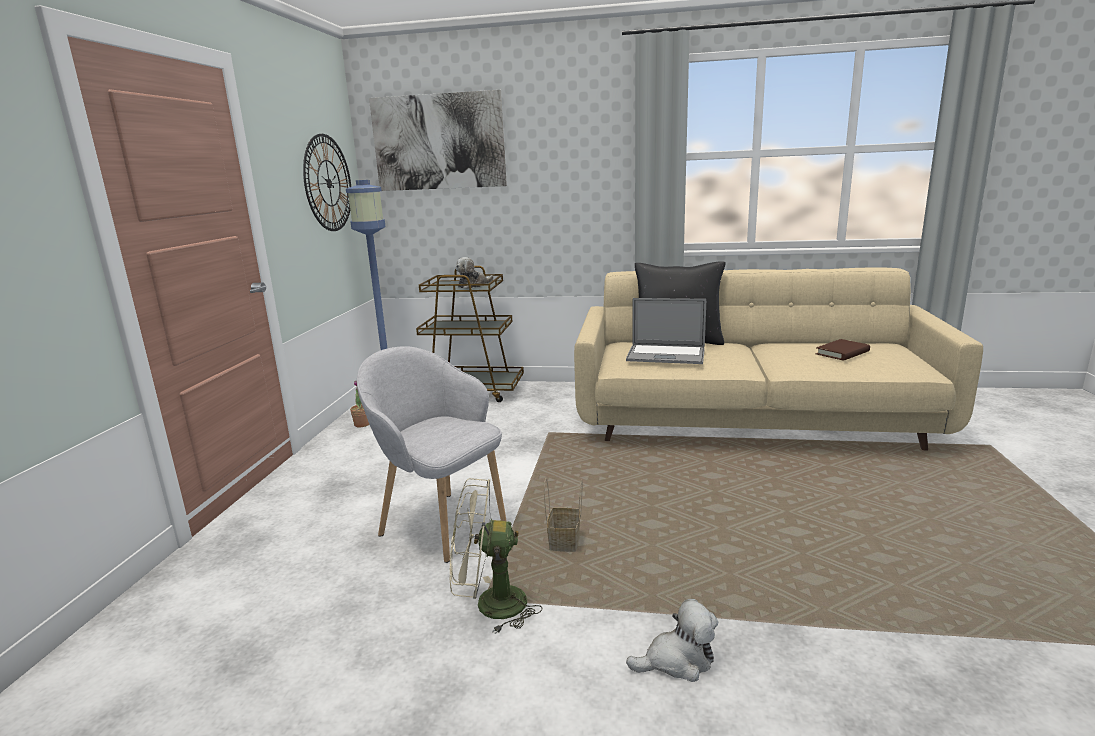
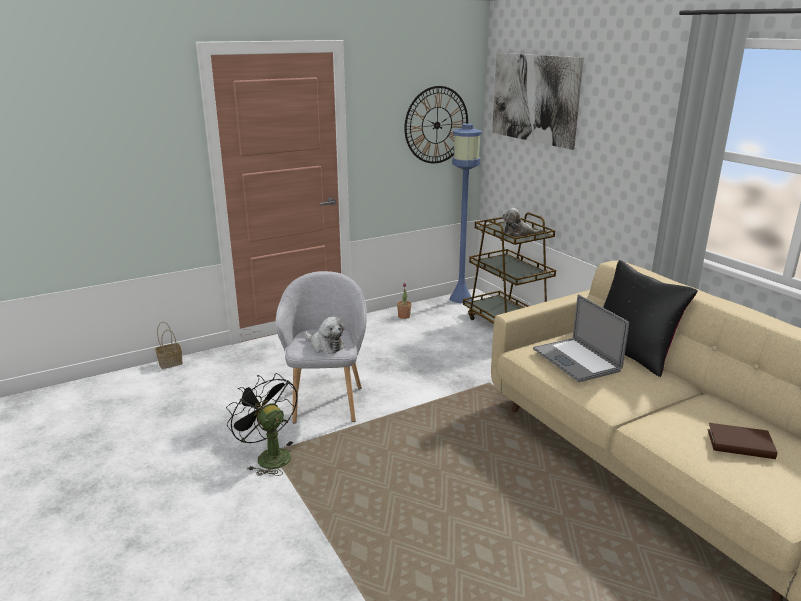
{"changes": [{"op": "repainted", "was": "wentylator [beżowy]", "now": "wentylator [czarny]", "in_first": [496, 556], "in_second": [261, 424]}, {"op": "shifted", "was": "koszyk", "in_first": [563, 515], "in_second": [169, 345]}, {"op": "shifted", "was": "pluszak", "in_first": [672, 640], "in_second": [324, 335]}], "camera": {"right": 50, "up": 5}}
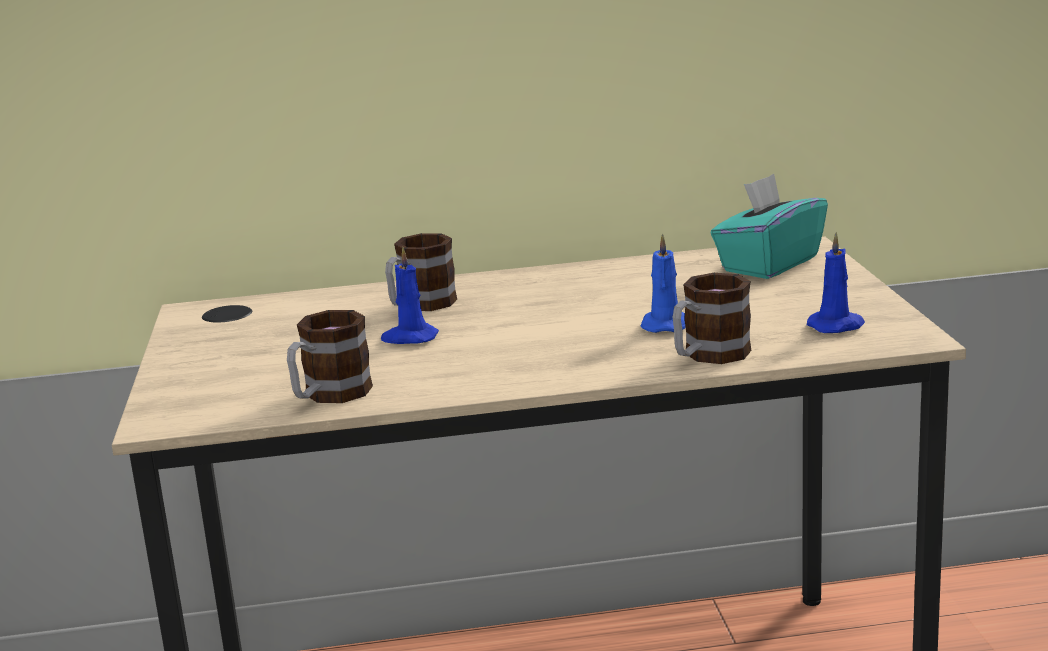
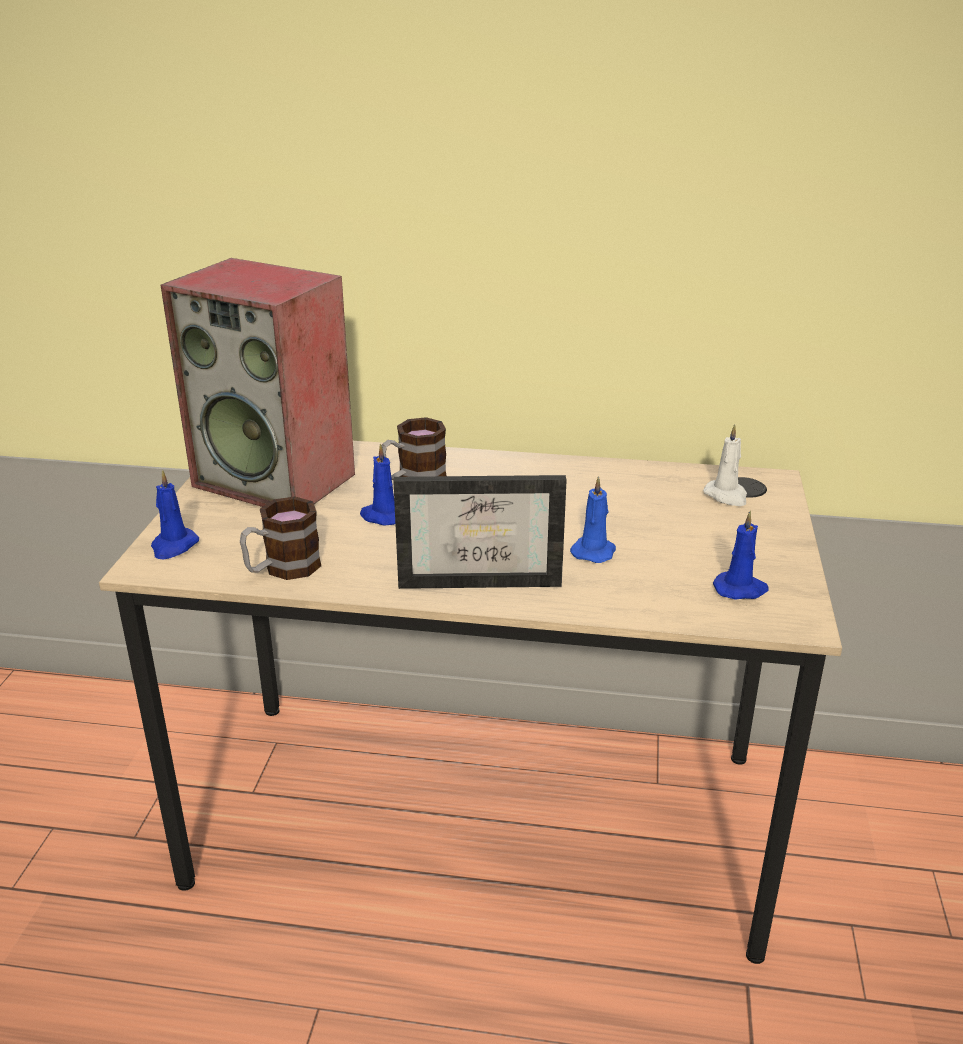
{"changes": [{"op": "gone", "was": "kubek", "in_first": [712, 318]}, {"op": "swapped", "was": "pudełko chusteczek [turkusowy]", "now": "świeca [biały]", "in_first": [769, 226], "in_second": [725, 465]}, {"op": "new", "now": "świeca [niebieski]", "in_second": [175, 514]}, {"op": "new", "now": "głośnik", "in_second": [258, 382]}, {"op": "new", "now": "ramka na zdjęcie", "in_second": [480, 532]}], "camera": {"right": 15, "up": 10}}
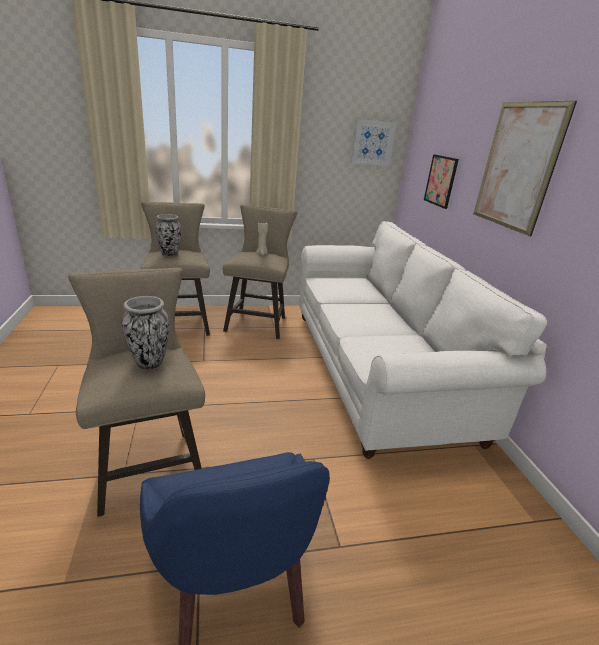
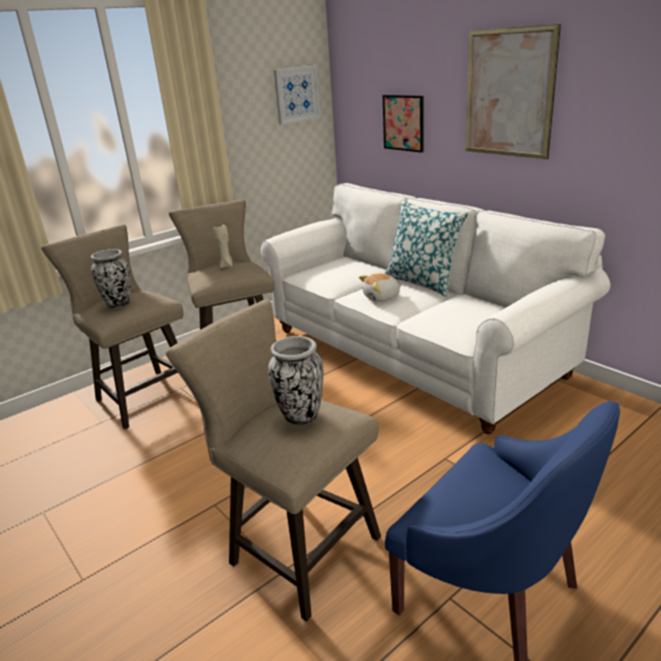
{"changes": [{"op": "new", "now": "pluszak", "in_second": [380, 287]}, {"op": "new", "now": "poduszka", "in_second": [426, 248]}], "camera": {"right": -25, "up": 0}}
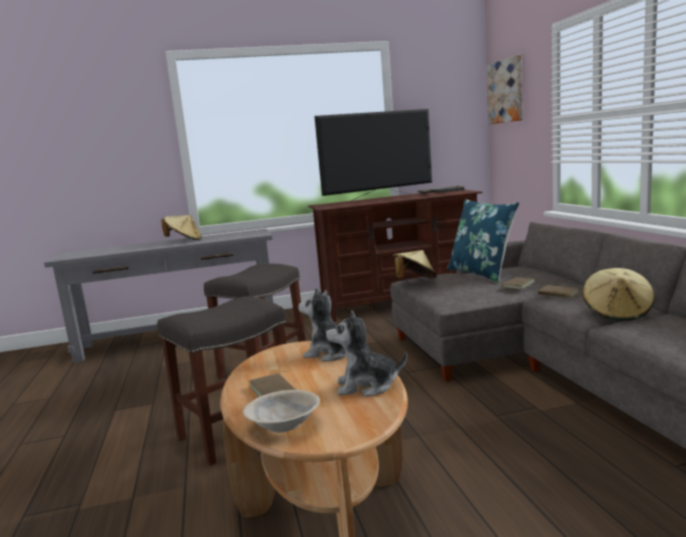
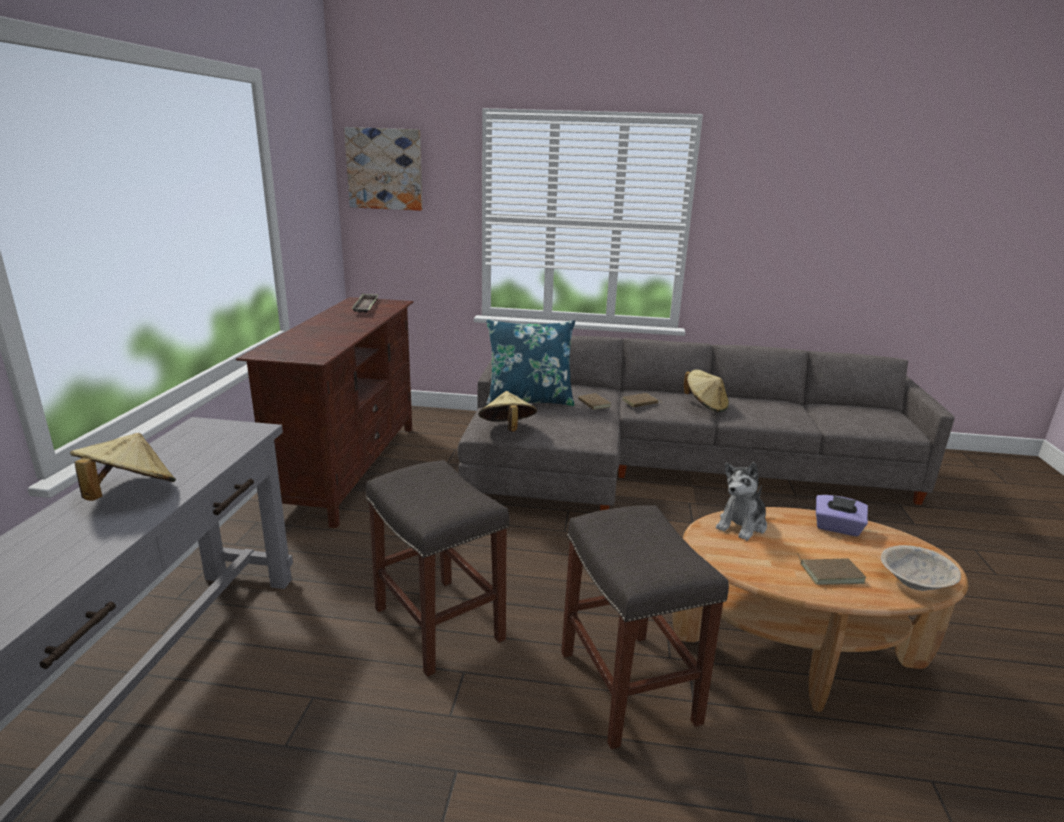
{"changes": [{"op": "gone", "was": "telewizor", "in_first": [373, 156]}, {"op": "swapped", "was": "pluszak", "now": "pudełko chusteczek [fioletowy]", "in_first": [366, 353], "in_second": [842, 515]}], "camera": {"right": -70, "up": 10}}
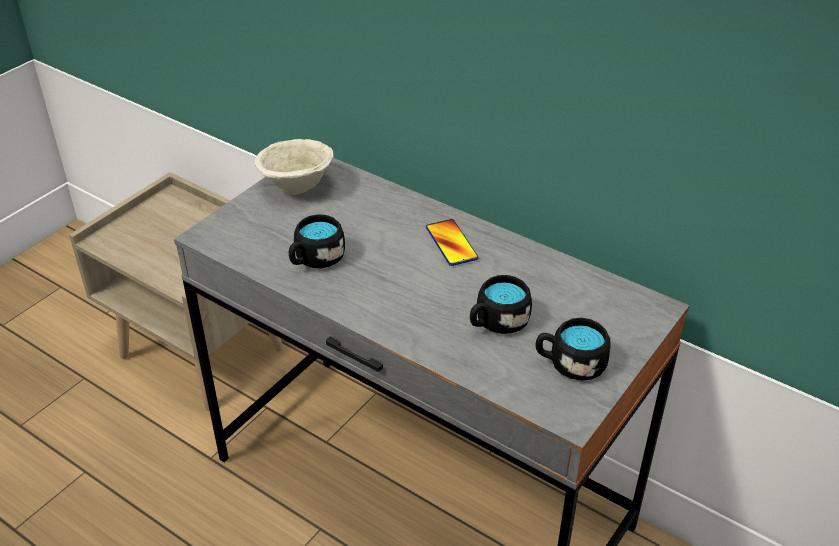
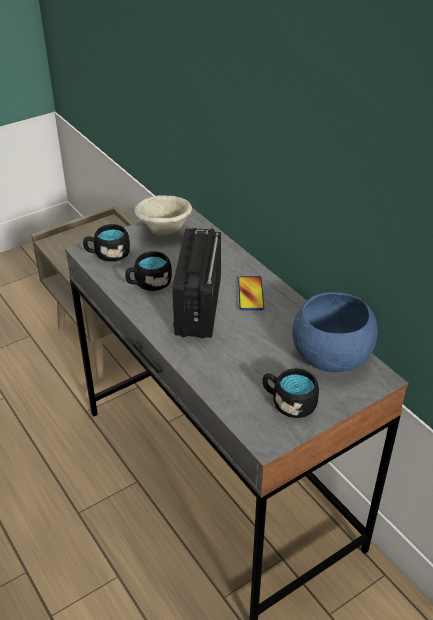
{"changes": [{"op": "shifted", "was": "kubek [czarny]", "in_first": [501, 304], "in_second": [106, 243]}, {"op": "new", "now": "radio", "in_second": [196, 283]}, {"op": "new", "now": "miska [niebieski]", "in_second": [335, 332]}], "camera": {"right": 20, "up": 0}}
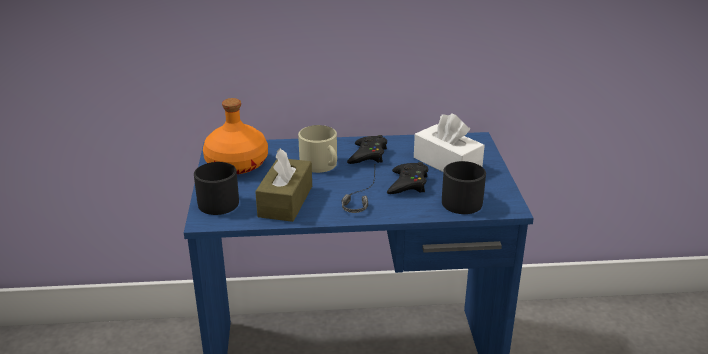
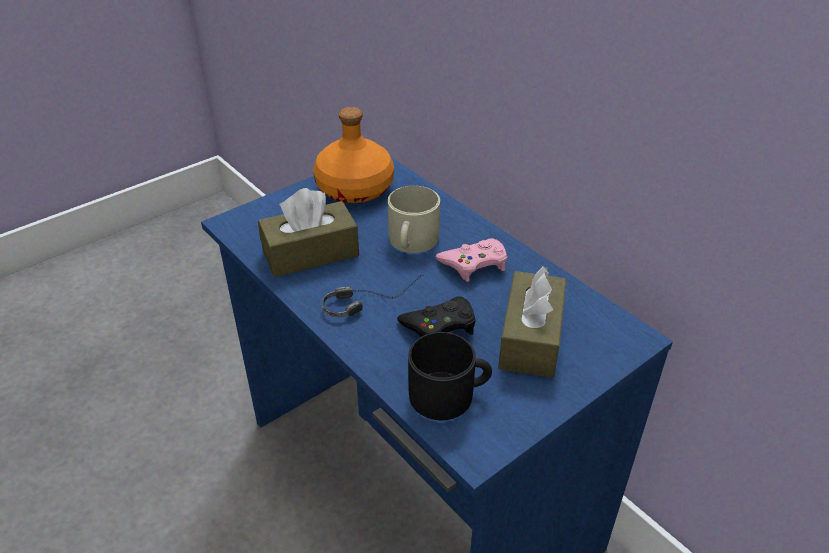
{"changes": [{"op": "gone", "was": "kubek [czarny]", "in_first": [216, 188]}, {"op": "repainted", "was": "pad do gier [czarny]", "now": "pad do gier [różowy]", "in_first": [367, 149], "in_second": [471, 260]}, {"op": "repainted", "was": "pudełko chusteczek [biały]", "now": "pudełko chusteczek [brązowy]", "in_first": [449, 142], "in_second": [532, 322]}], "camera": {"right": 55, "up": 10}}
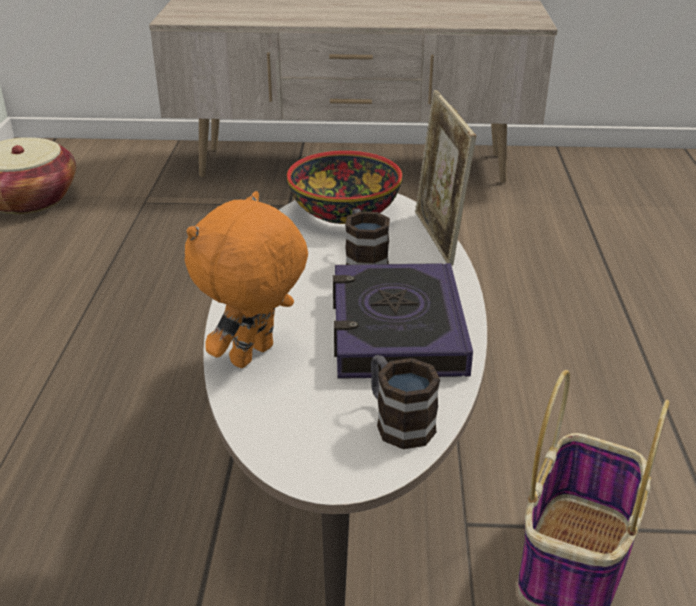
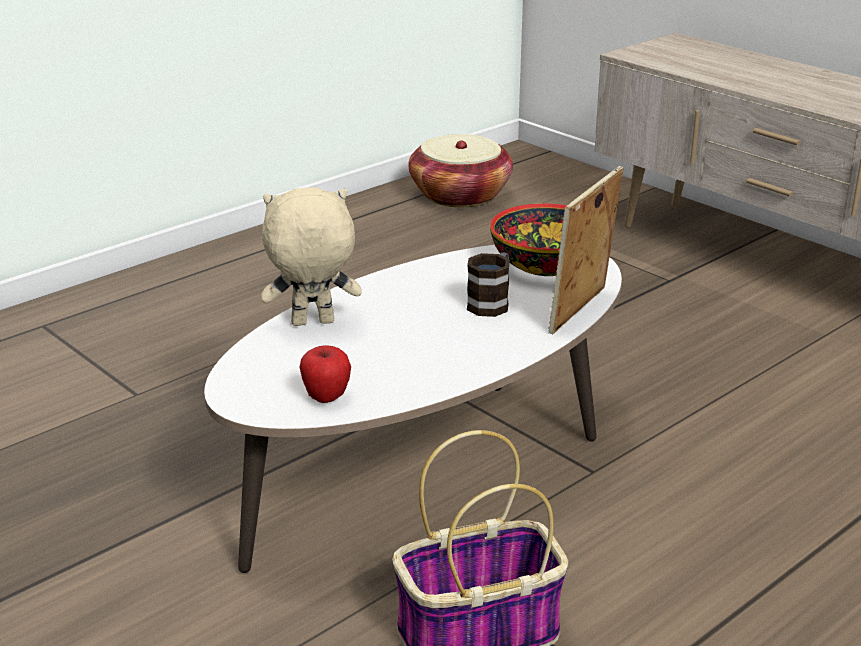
{"changes": [{"op": "repainted", "was": "pluszak [pomarańczowy]", "now": "pluszak [beżowy]", "in_first": [246, 279], "in_second": [311, 256]}, {"op": "gone", "was": "książka", "in_first": [403, 321]}, {"op": "swapped", "was": "kubek", "now": "jabłko", "in_first": [405, 402], "in_second": [325, 374]}], "camera": {"right": 45, "up": -5}}
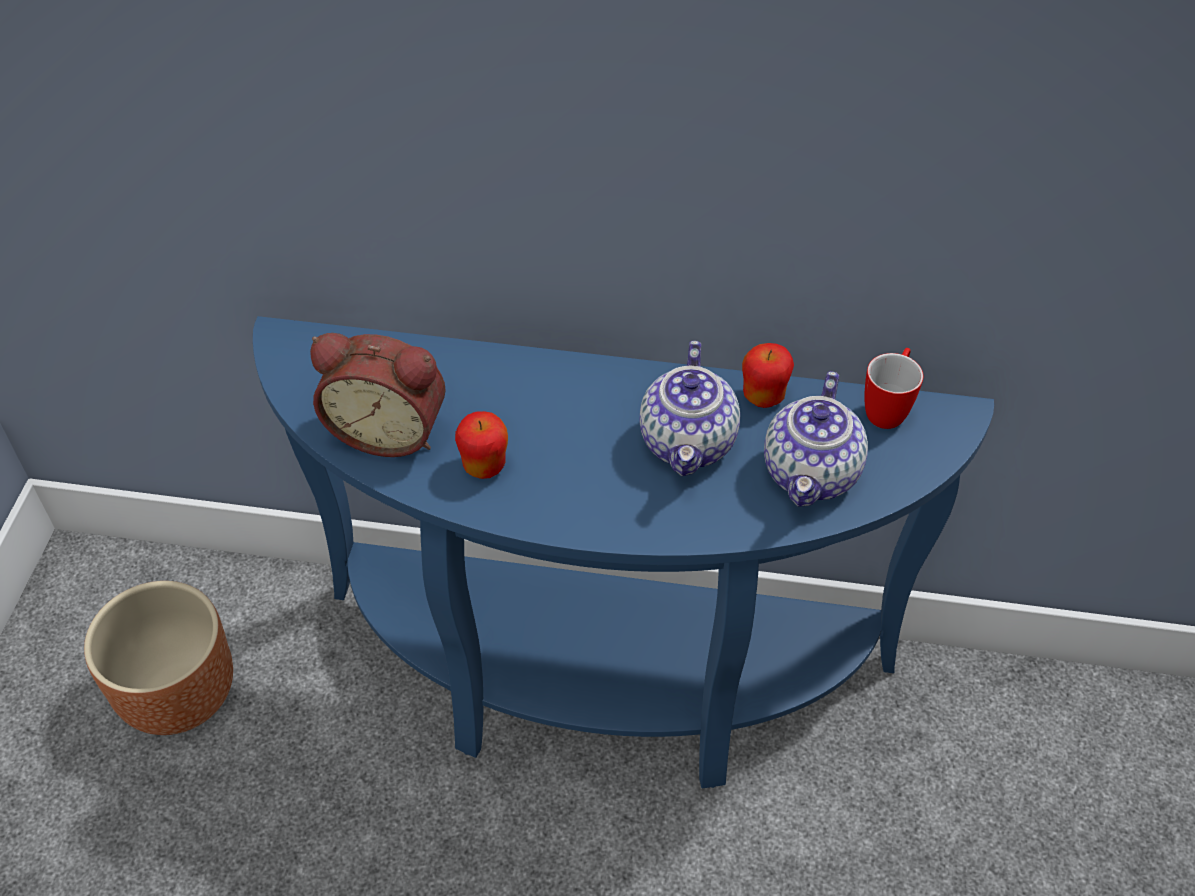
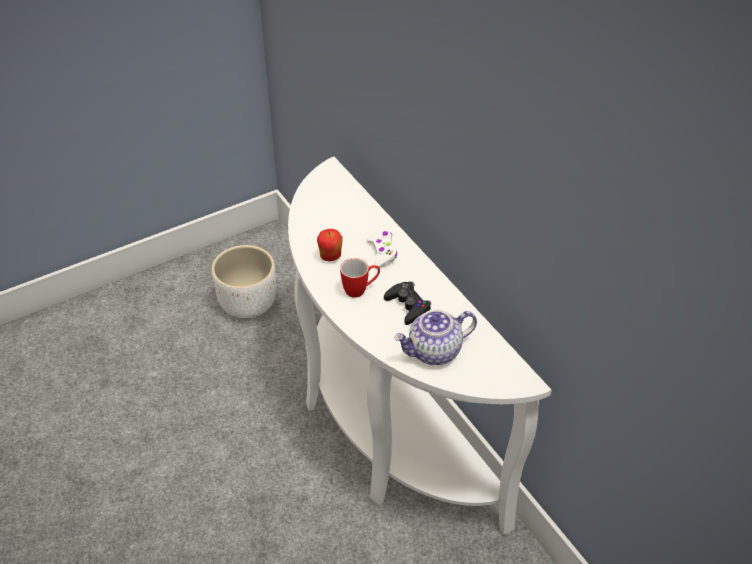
{"changes": [{"op": "repainted", "was": "donica [brązowy]", "now": "donica [biały]", "in_first": [158, 658], "in_second": [244, 281]}, {"op": "repainted", "was": "stolik konsolowy [niebieski]", "now": "stolik konsolowy [biały]", "in_first": [623, 552], "in_second": [420, 346]}, {"op": "gone", "was": "budzik", "in_first": [378, 395]}, {"op": "swapped", "was": "imbryk", "now": "pad do gier [czarny]", "in_first": [690, 408], "in_second": [407, 303]}, {"op": "gone", "was": "jabłko", "in_first": [768, 375]}, {"op": "shifted", "was": "kubek", "in_first": [894, 388], "in_second": [360, 278]}, {"op": "new", "now": "pad do gier [biały]", "in_second": [382, 249]}], "camera": {"right": 50, "up": -5}}
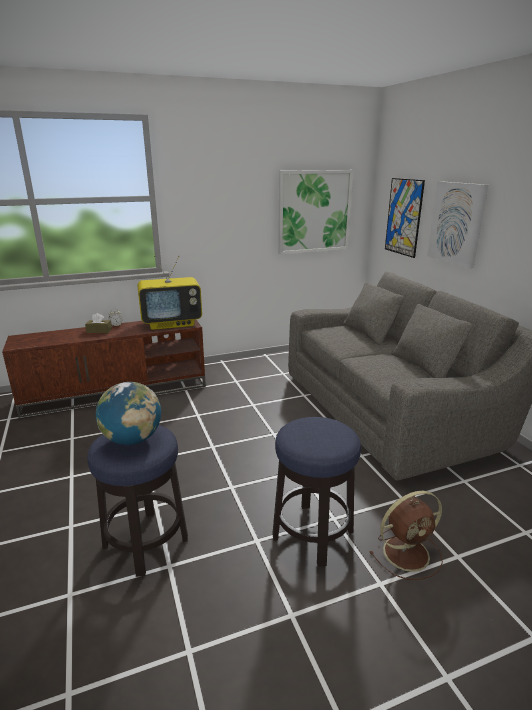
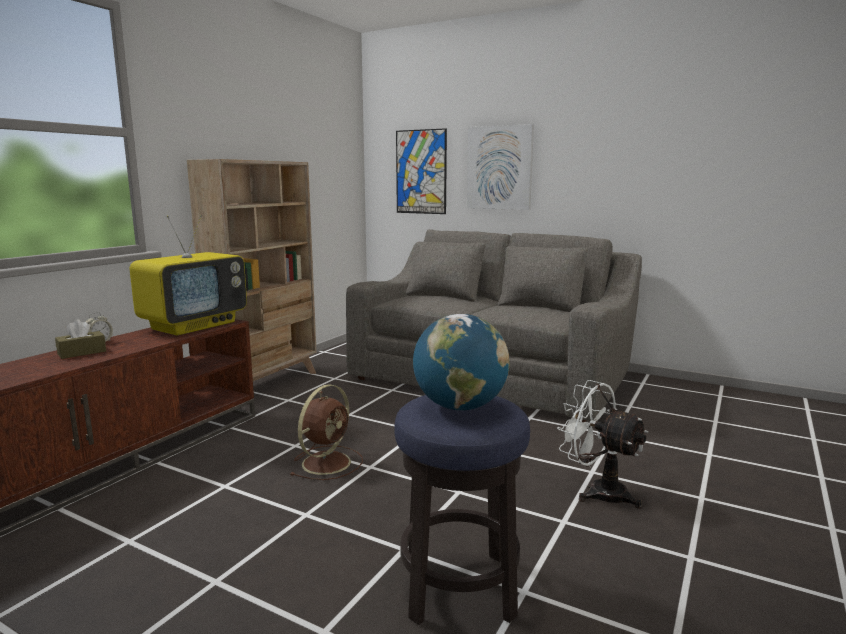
{"changes": [{"op": "swapped", "was": "stołek", "now": "wentylator [biały]", "in_first": [316, 492], "in_second": [602, 444]}, {"op": "gone", "was": "obraz", "in_first": [316, 212]}, {"op": "shifted", "was": "wentylator [brązowy]", "in_first": [406, 535], "in_second": [326, 432]}, {"op": "new", "now": "regał [beżowy]", "in_second": [252, 270]}], "camera": {"right": -40, "up": -10}}
